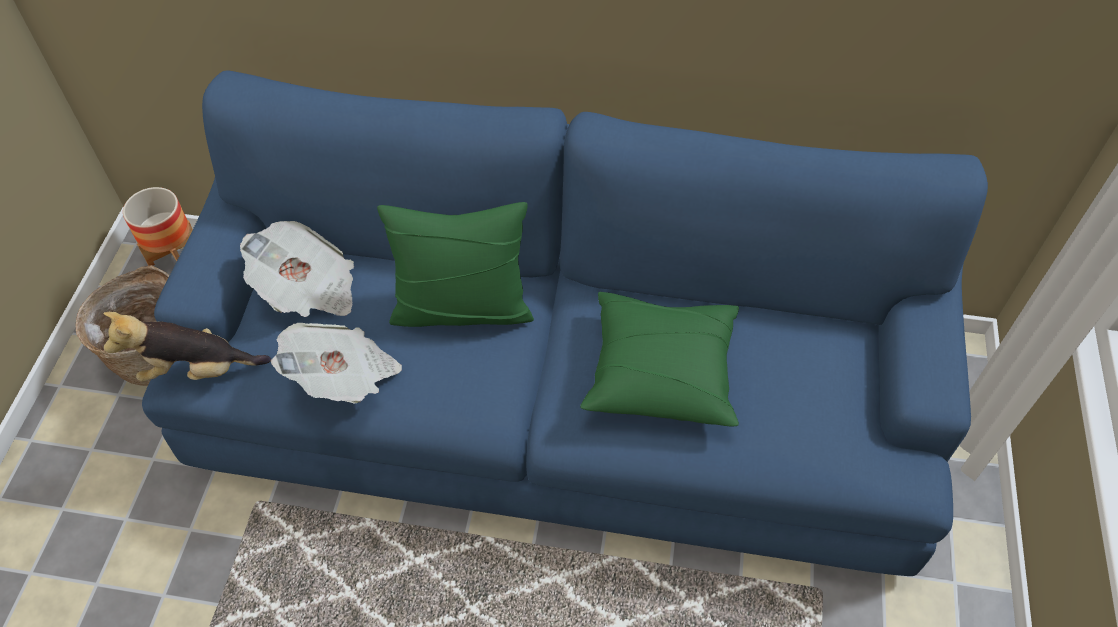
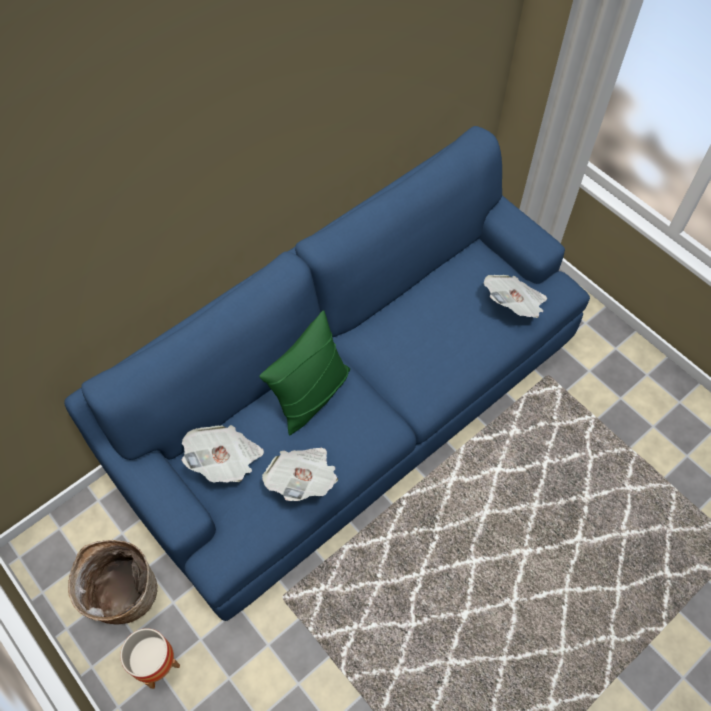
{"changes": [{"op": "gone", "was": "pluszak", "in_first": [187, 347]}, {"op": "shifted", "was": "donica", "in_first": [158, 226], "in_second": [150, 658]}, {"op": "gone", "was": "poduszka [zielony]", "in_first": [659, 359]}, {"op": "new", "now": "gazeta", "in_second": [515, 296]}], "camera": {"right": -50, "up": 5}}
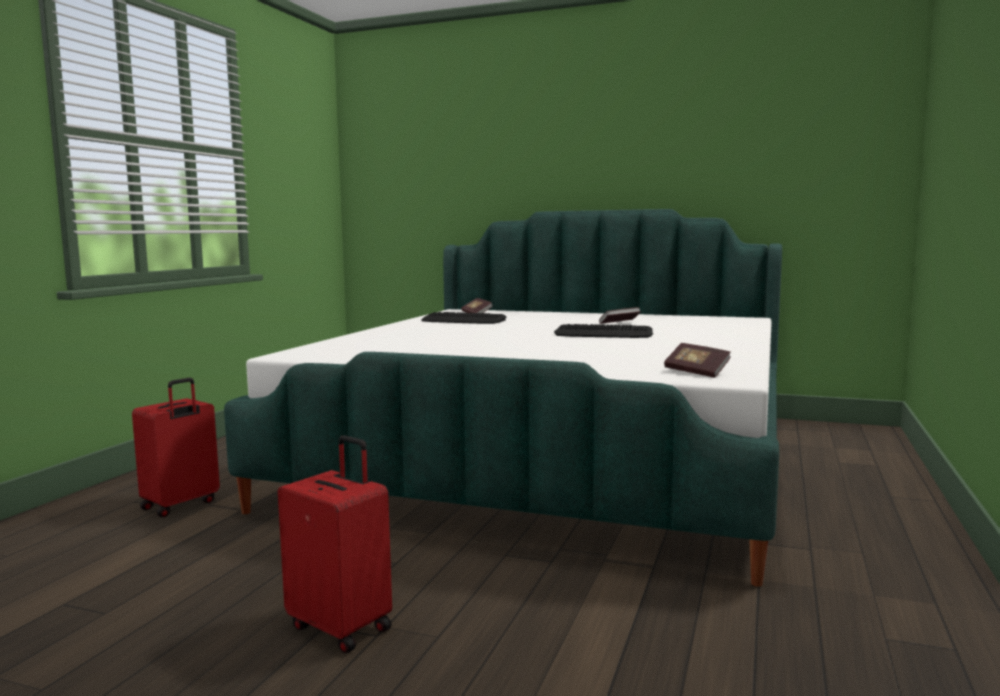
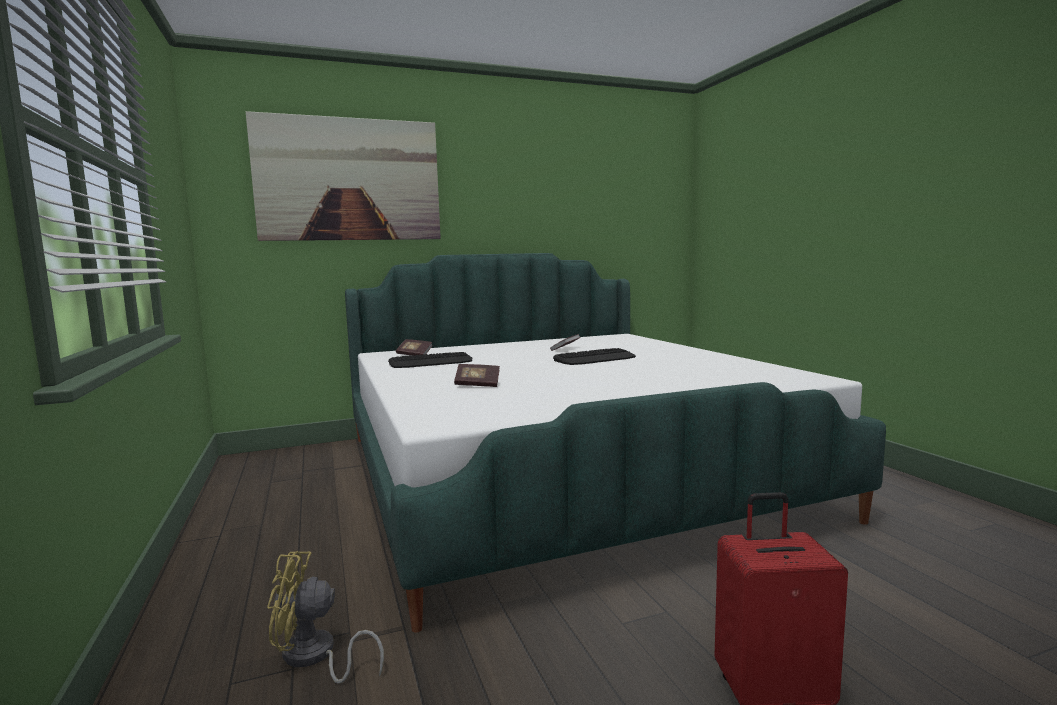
{"changes": [{"op": "swapped", "was": "walizka [czerwony]", "now": "wentylator [żółty]", "in_first": [176, 447], "in_second": [325, 617]}, {"op": "shifted", "was": "książka", "in_first": [697, 360], "in_second": [477, 375]}, {"op": "new", "now": "obraz", "in_second": [343, 176]}], "camera": {"right": -40, "up": 0}}
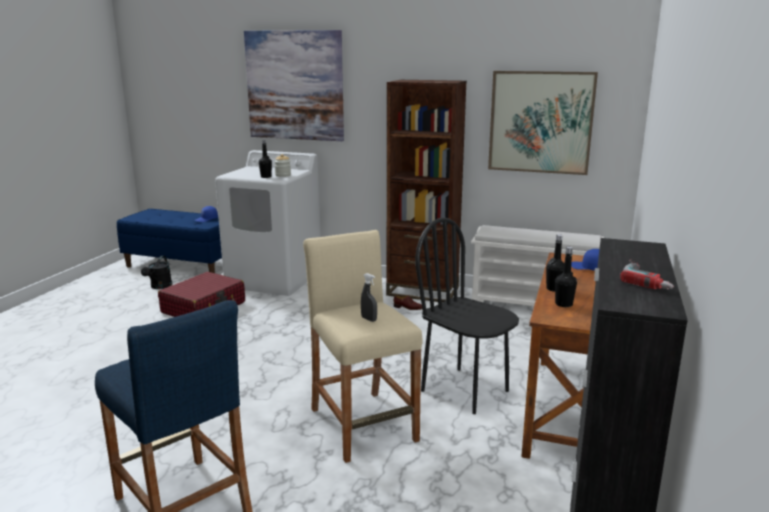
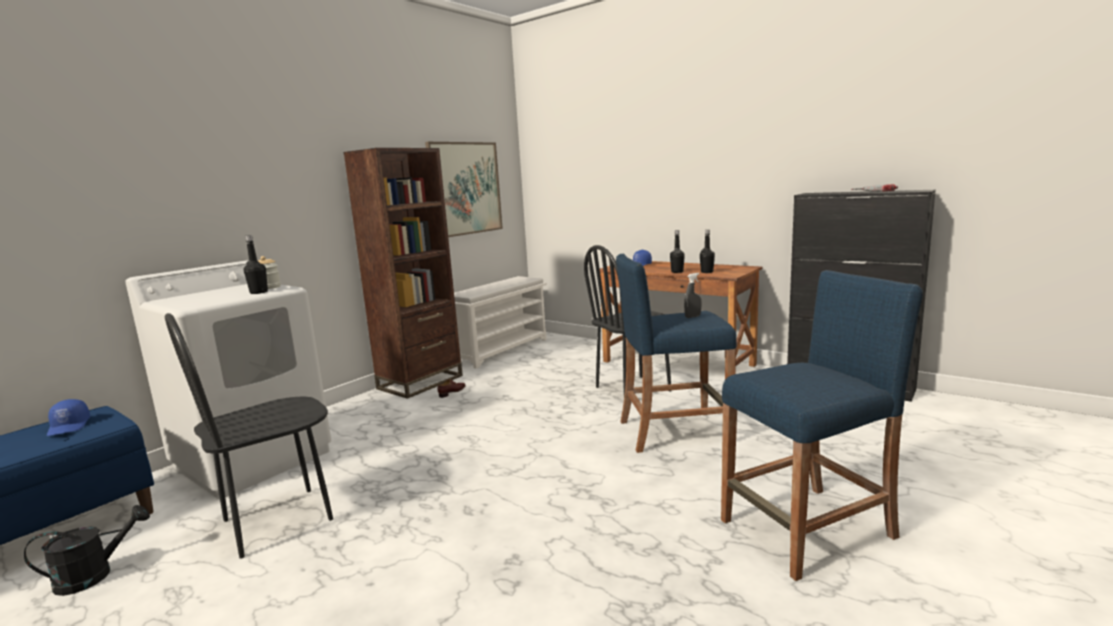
{"changes": [{"op": "rotated", "was": "konewka [czarny]", "in_first": [156, 272], "in_second": [87, 550], "clockwise": -60}, {"op": "swapped", "was": "walizka [czerwony]", "now": "krzesło [czarny]", "in_first": [201, 294], "in_second": [249, 436]}, {"op": "gone", "was": "obraz", "in_first": [294, 85]}, {"op": "repainted", "was": "stołek [beżowy]", "now": "stołek [niebieski]", "in_first": [363, 346], "in_second": [676, 353]}], "camera": {"right": -70, "up": -5}}
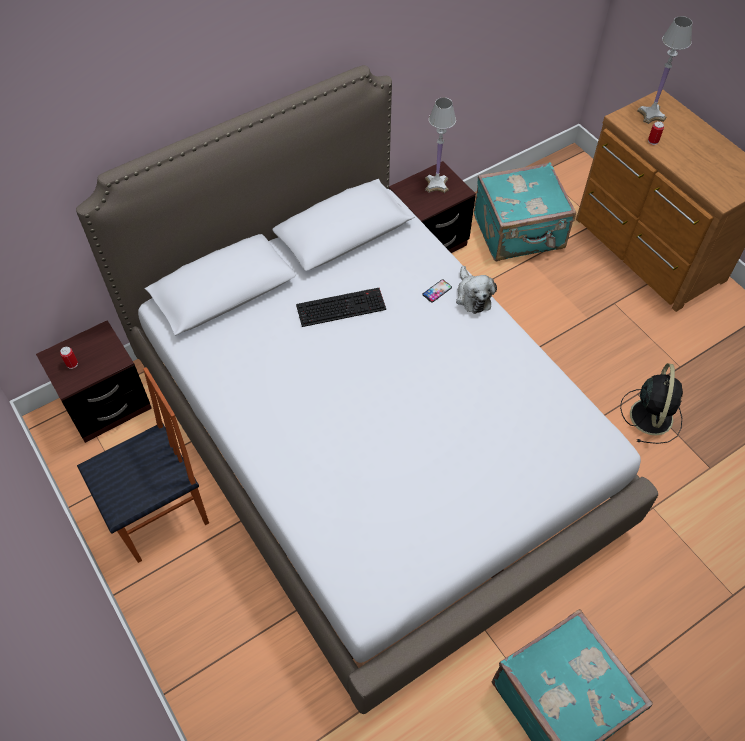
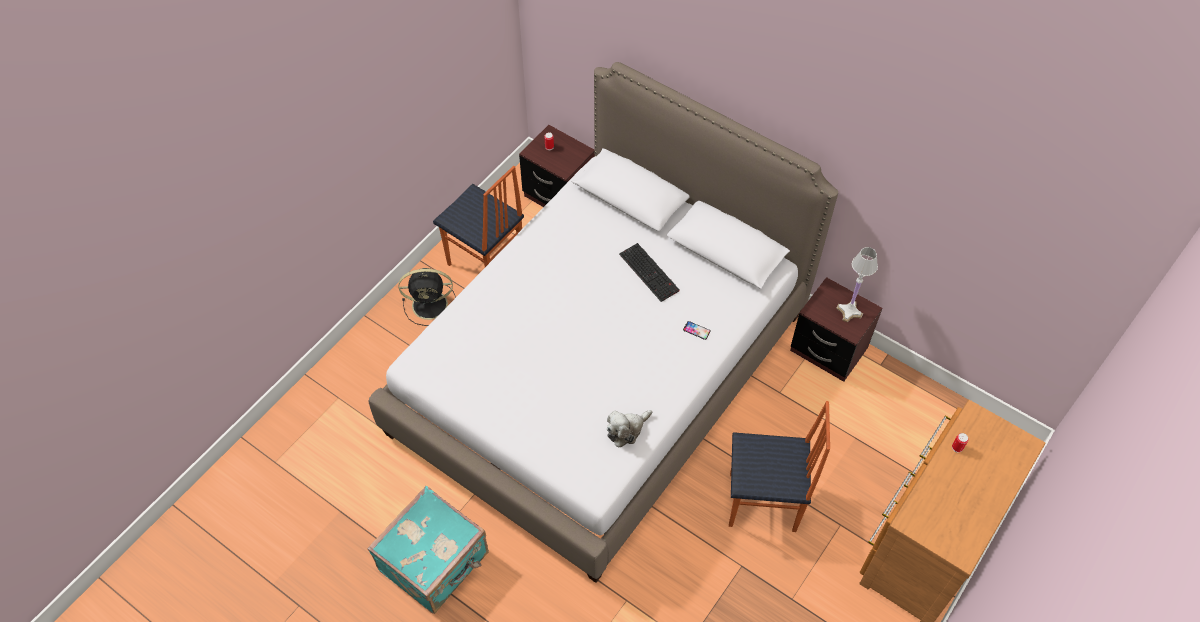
{"changes": [{"op": "shifted", "was": "pluszak", "in_first": [476, 290], "in_second": [629, 429]}, {"op": "gone", "was": "walizka [turkusowy]", "in_first": [525, 211]}, {"op": "shifted", "was": "wentylator [czarny]", "in_first": [651, 403], "in_second": [427, 297]}, {"op": "gone", "was": "lampa stołowa [biały]", "in_first": [665, 70]}, {"op": "new", "now": "krzesło", "in_second": [779, 466]}], "camera": {"right": 70, "up": 0}}
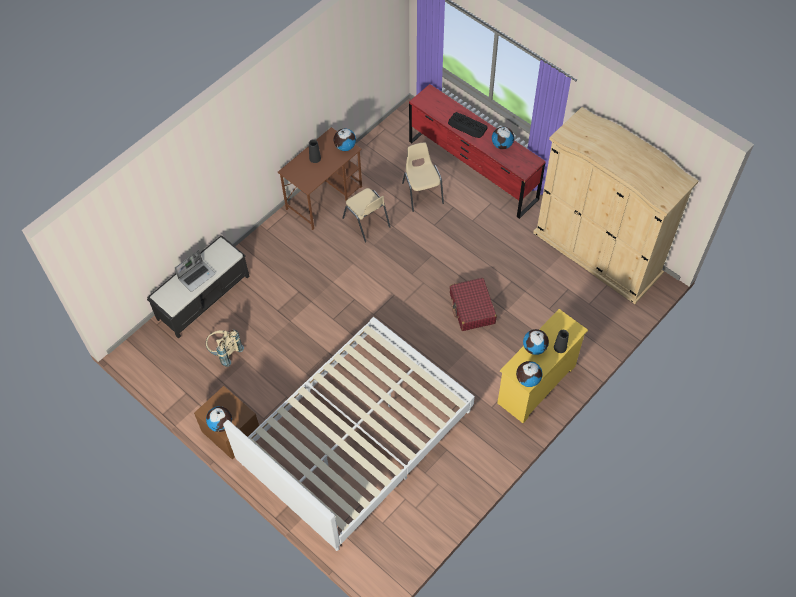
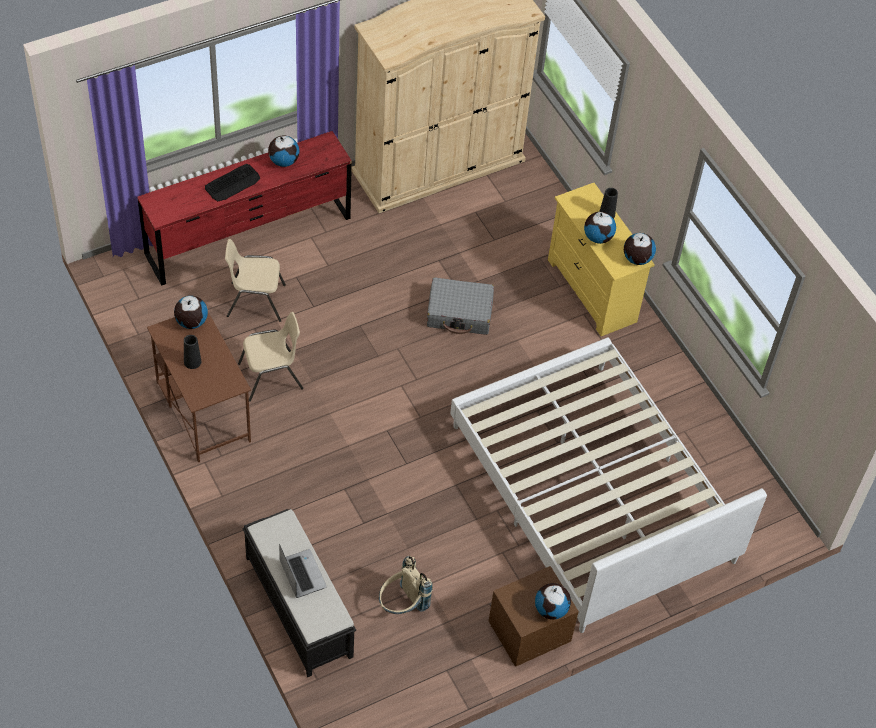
{"changes": [{"op": "repainted", "was": "walizka [czerwony]", "now": "walizka [szary]", "in_first": [473, 304], "in_second": [460, 306]}], "camera": {"right": -75, "up": -5}}
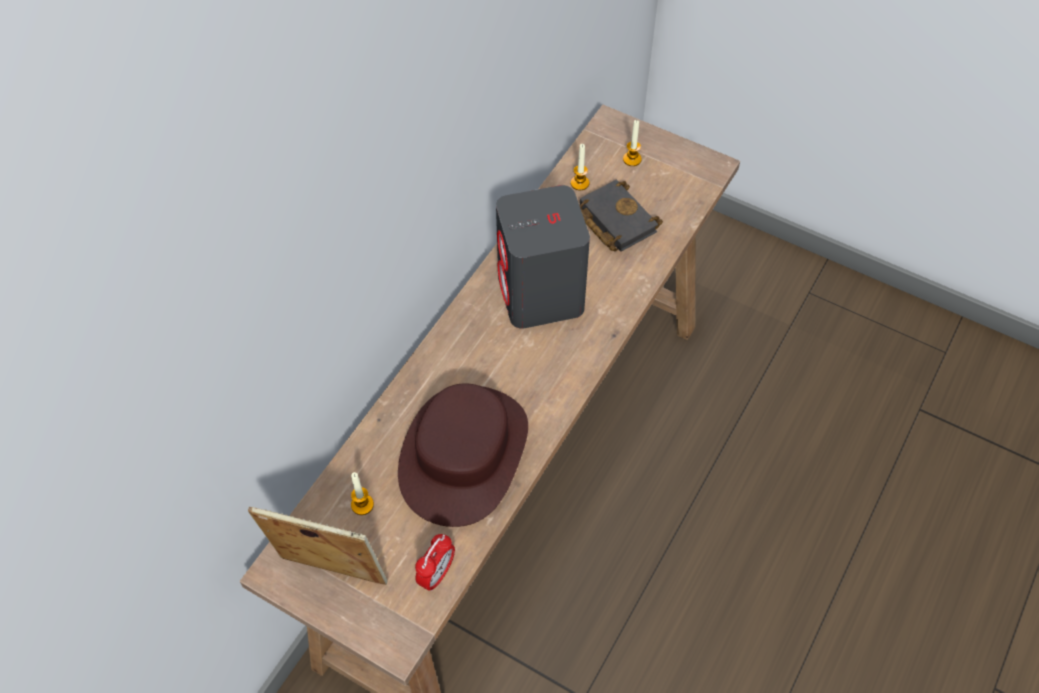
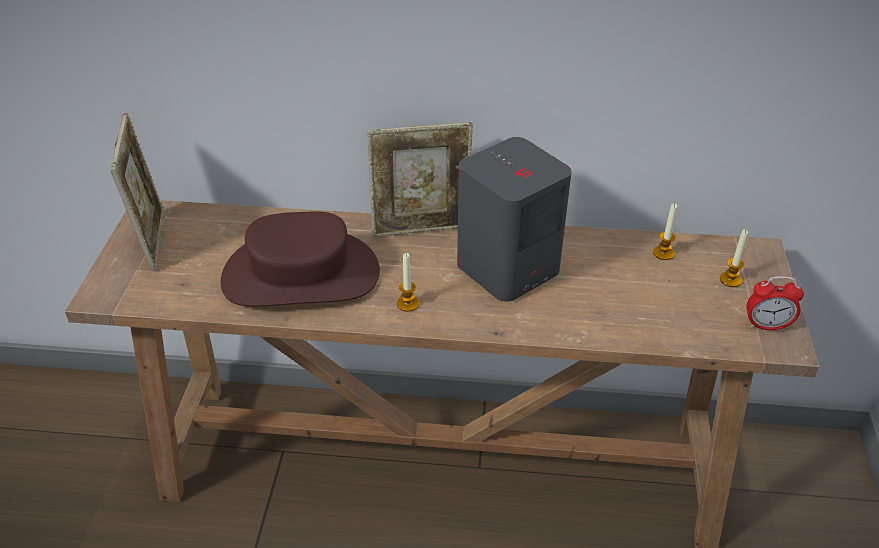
{"changes": [{"op": "shifted", "was": "świeca", "in_first": [362, 493], "in_second": [408, 282]}, {"op": "shifted", "was": "budzik", "in_first": [435, 562], "in_second": [775, 303]}, {"op": "gone", "was": "książka [czarny]", "in_first": [621, 216]}, {"op": "new", "now": "ramka na zdjęcie", "in_second": [420, 179]}], "camera": {"right": 65, "up": -15}}
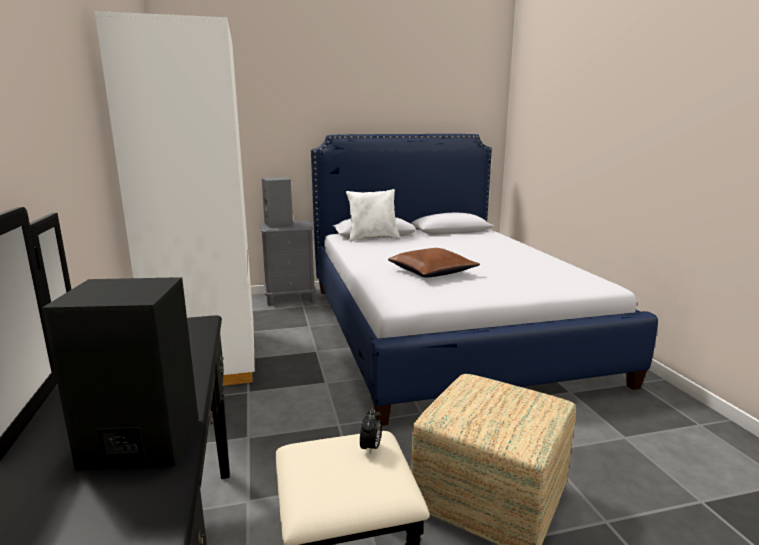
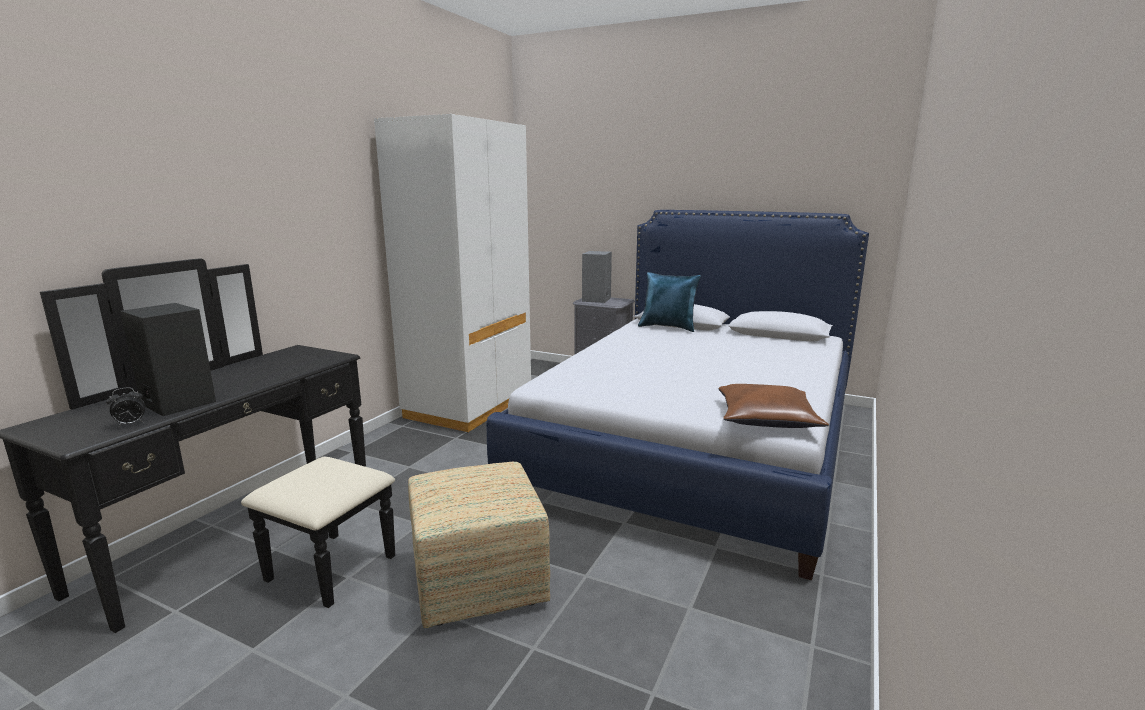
{"changes": [{"op": "repainted", "was": "poduszka [biały]", "now": "poduszka [niebieski]", "in_first": [373, 215], "in_second": [669, 302]}, {"op": "shifted", "was": "budzik", "in_first": [371, 431], "in_second": [125, 407]}, {"op": "shifted", "was": "poduszka [brązowy]", "in_first": [434, 262], "in_second": [774, 406]}], "camera": {"right": 40, "up": 0}}
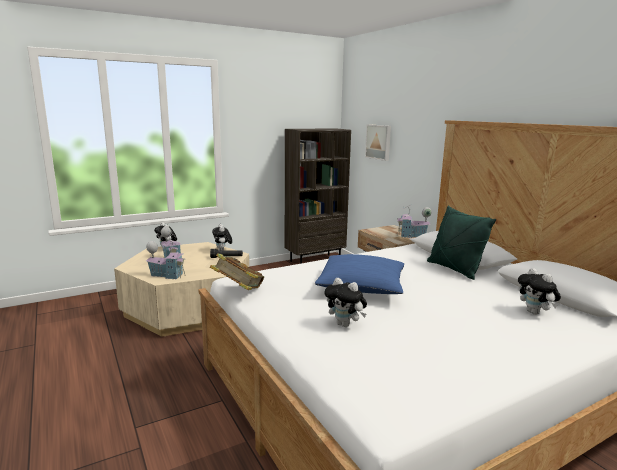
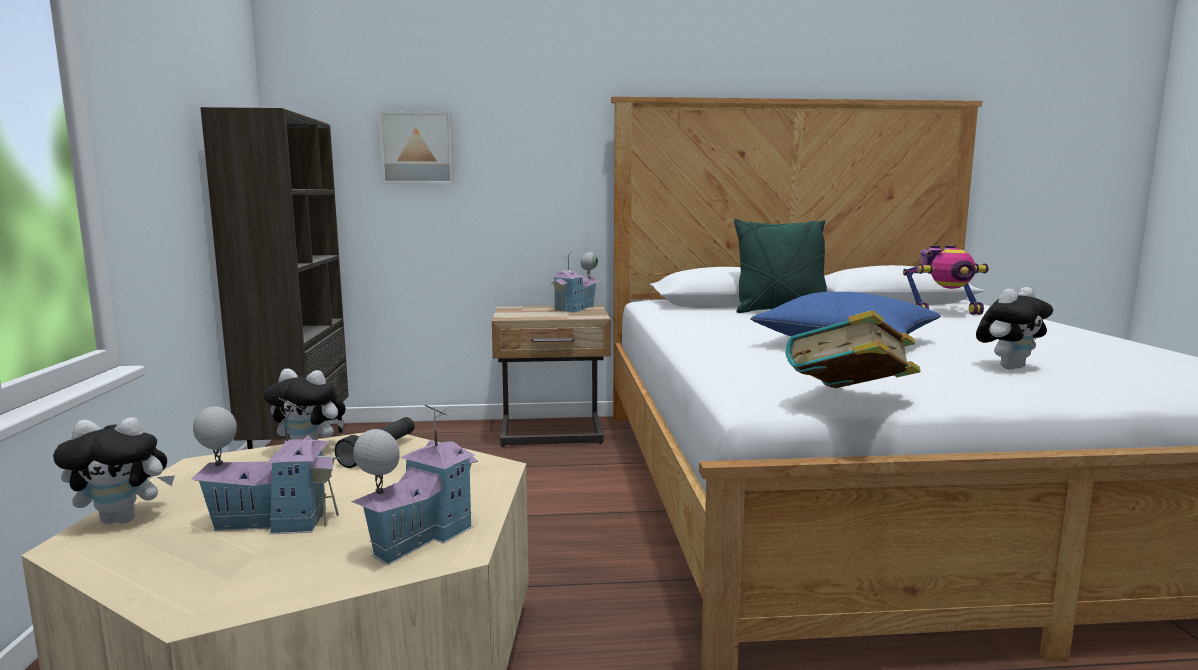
{"changes": [{"op": "swapped", "was": "pluszak", "now": "robot zabawkowy", "in_first": [539, 291], "in_second": [946, 280]}], "camera": {"right": -65, "up": -5}}
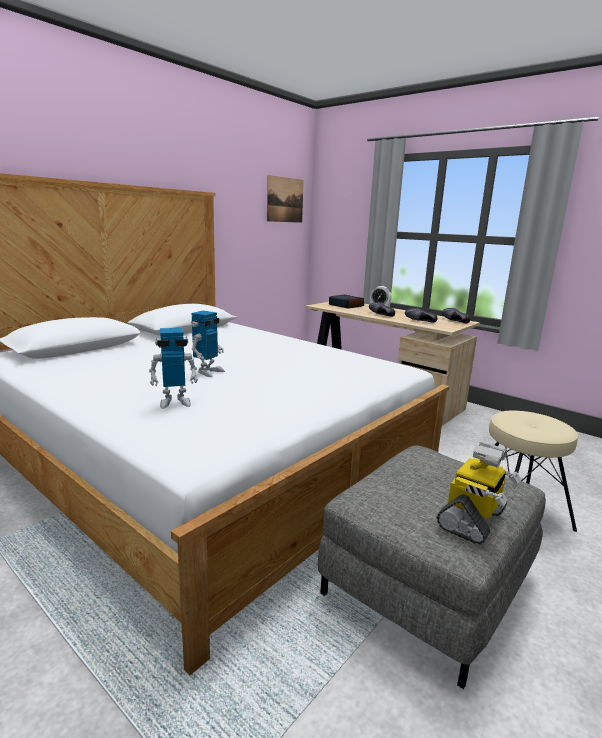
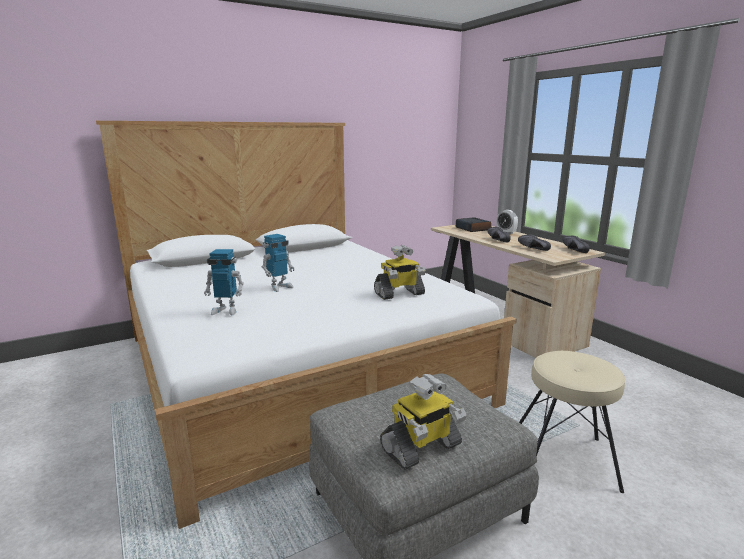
{"changes": [{"op": "gone", "was": "obraz", "in_first": [285, 199]}, {"op": "new", "now": "robot zabawkowy", "in_second": [400, 272]}], "camera": {"right": 20, "up": 0}}
